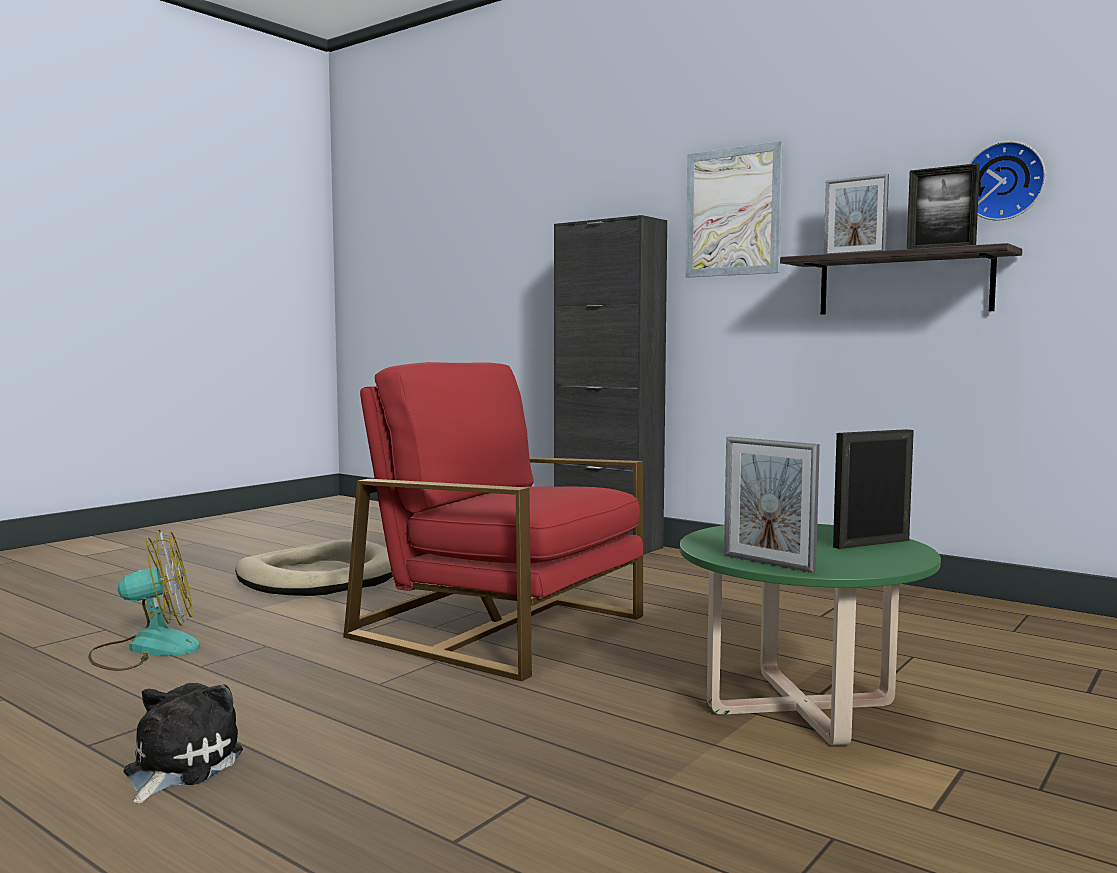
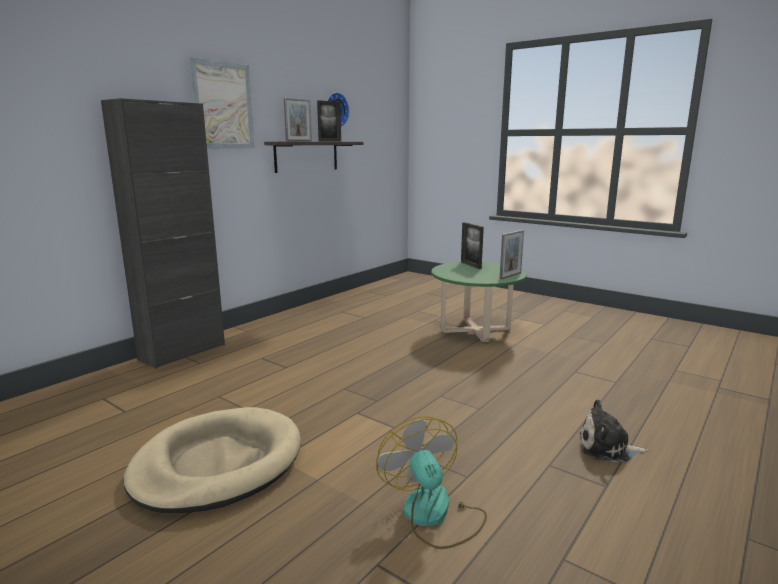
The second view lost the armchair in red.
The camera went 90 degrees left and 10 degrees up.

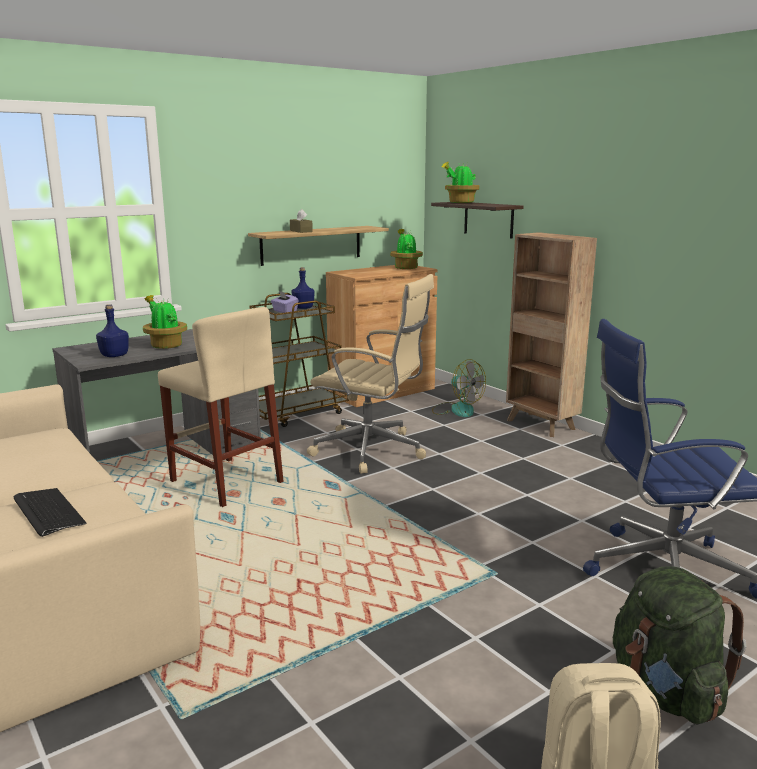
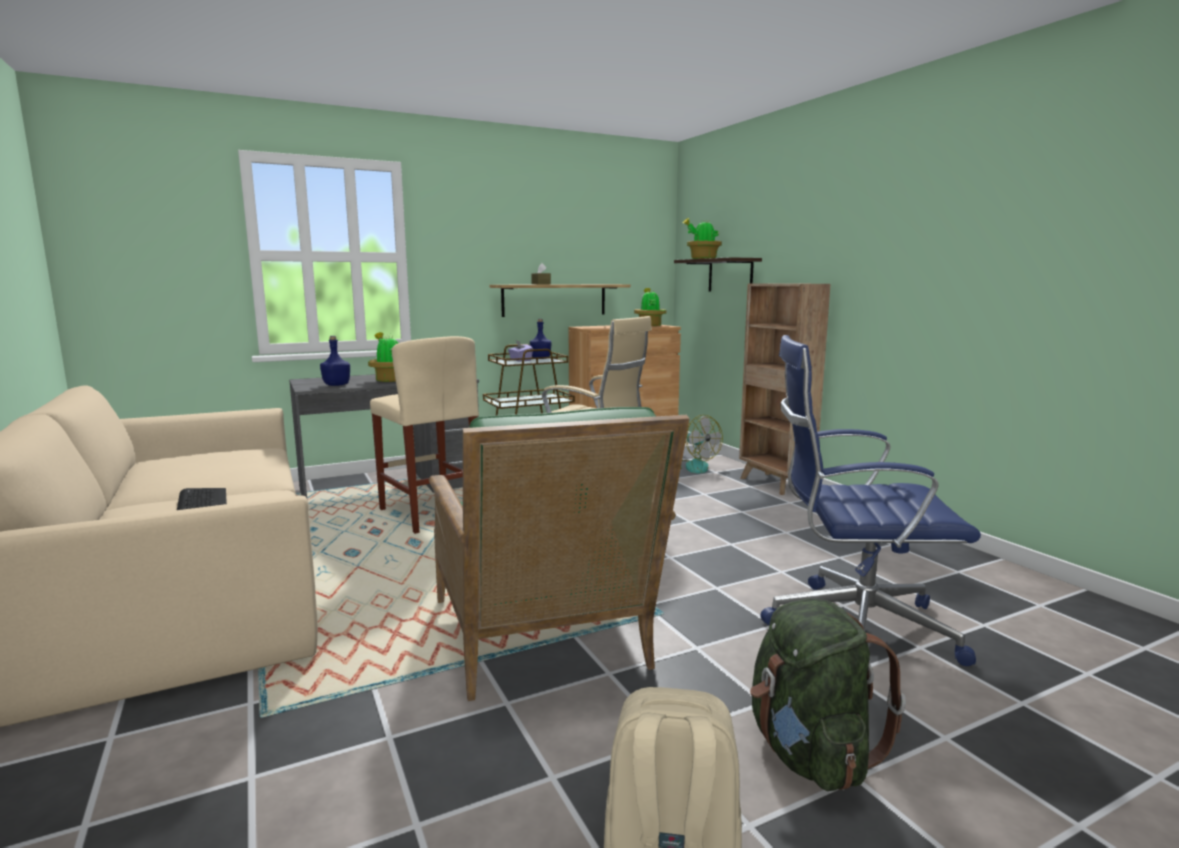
The second view gained the armchair in green.
The camera went 10 degrees right and 5 degrees down.

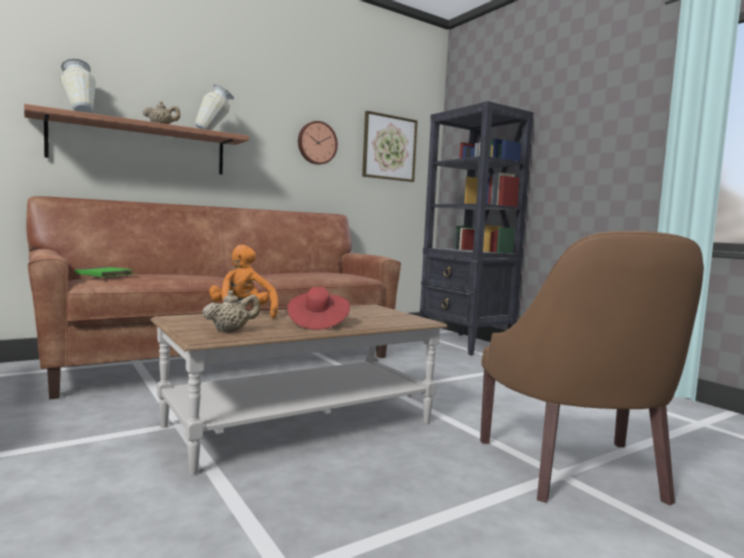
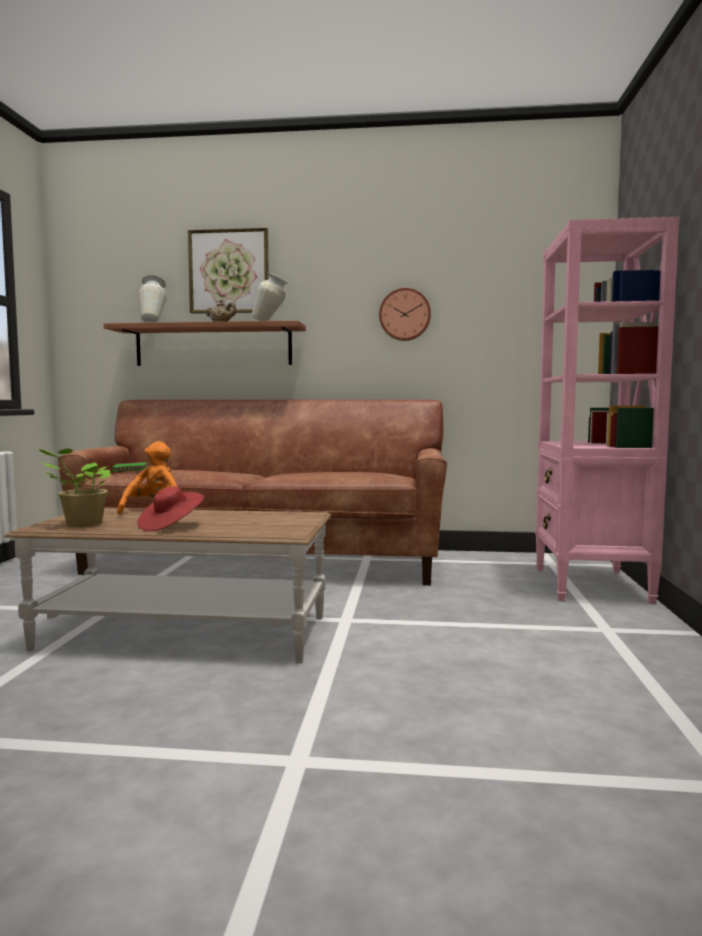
Where the teapot in beige (no. 2 from left) stood, the potted plant came to stand.
The picture ended up elsewhere.
What was the bookcase in black turned into the bookcase in pink.
The second view lost the armchair in brown.
The camera went 40 degrees right and 0 degrees up.

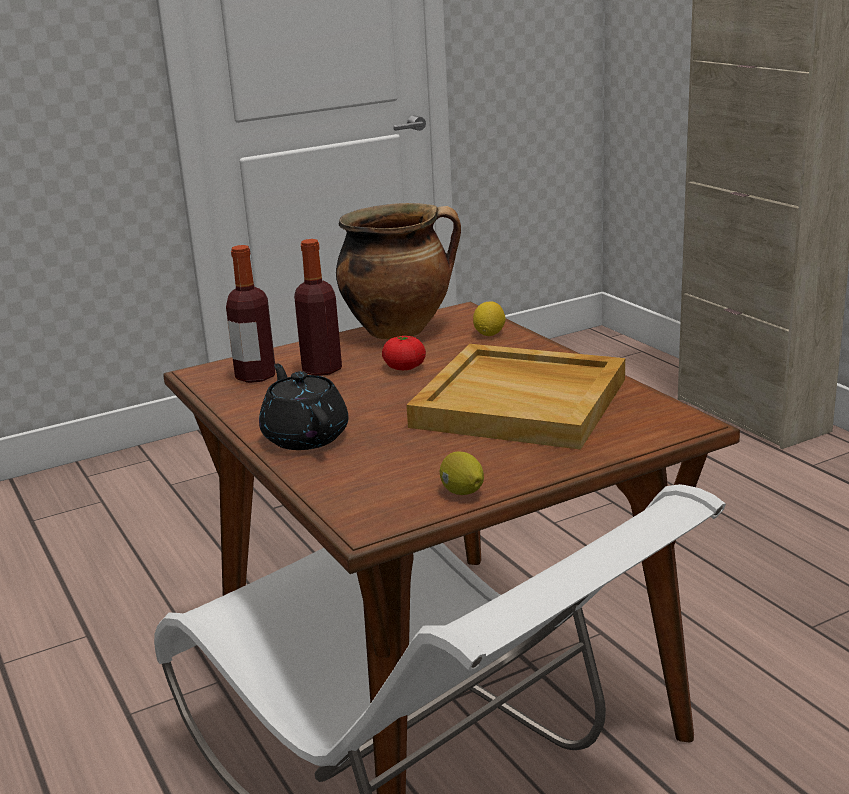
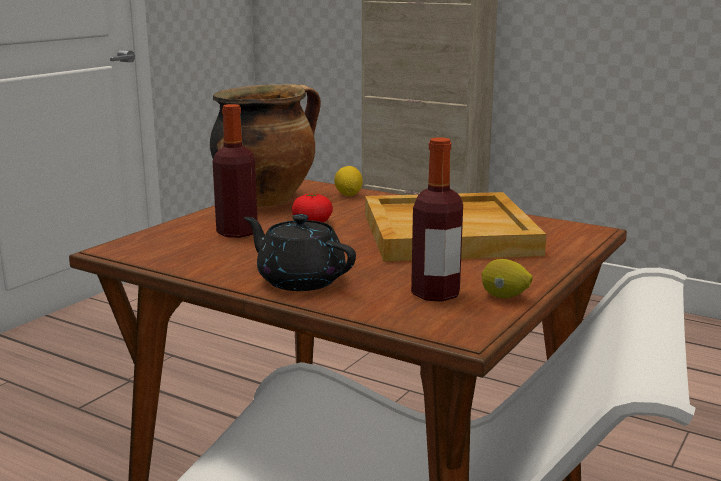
The bottle (no. 1 from left in the first image) ended up elsewhere.
The camera went 30 degrees left and 5 degrees down.

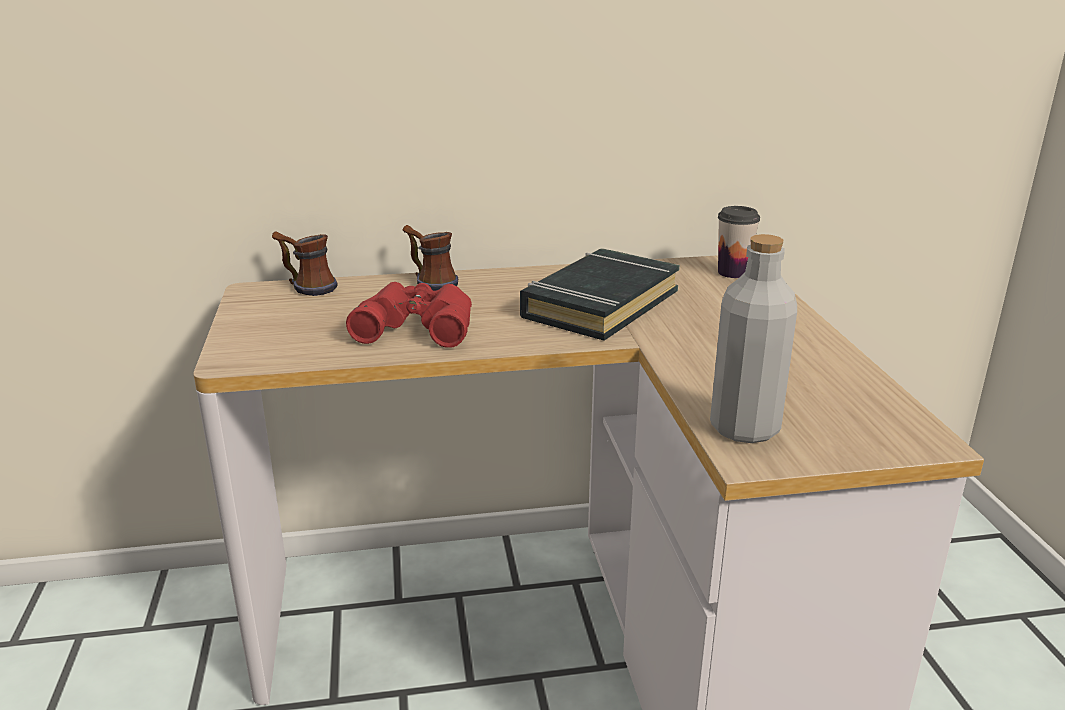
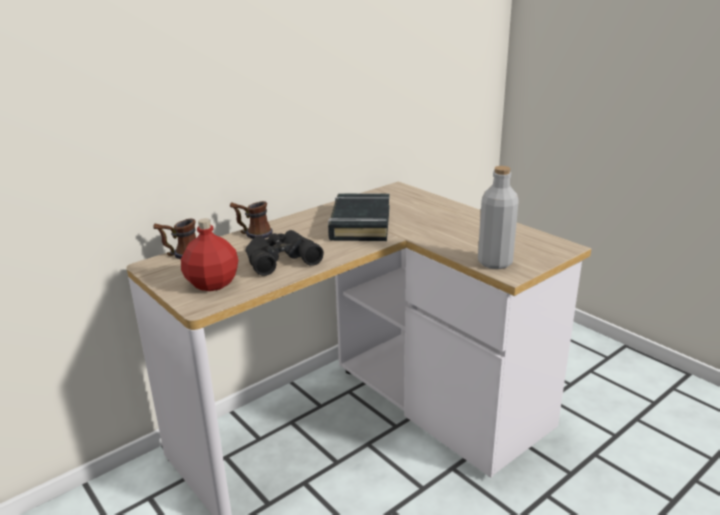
What was the binoculars in red turned into the binoculars in black.
The second view lost the cup.
The second view gained the bottle in red.
The camera went 30 degrees left and 0 degrees up.

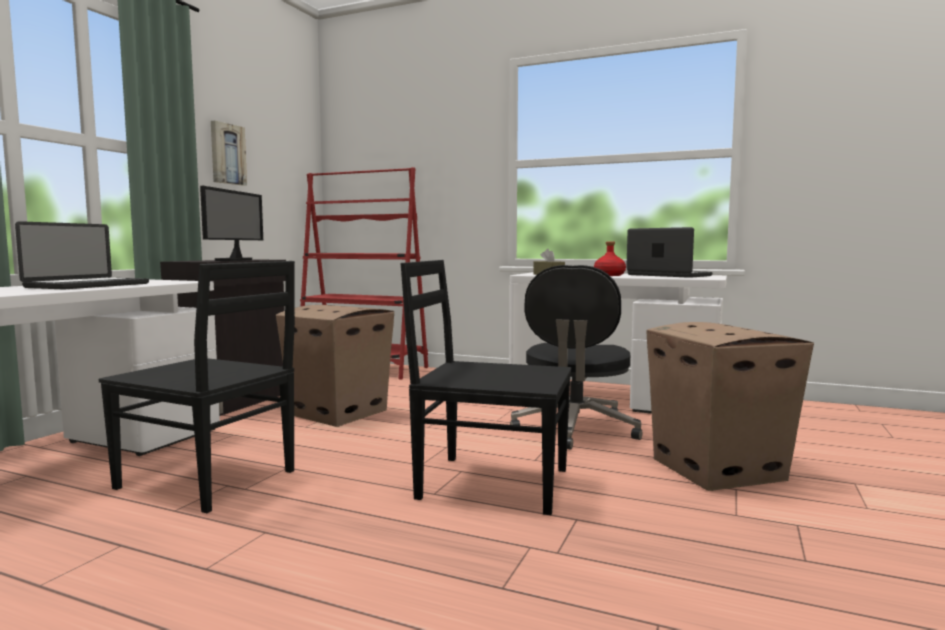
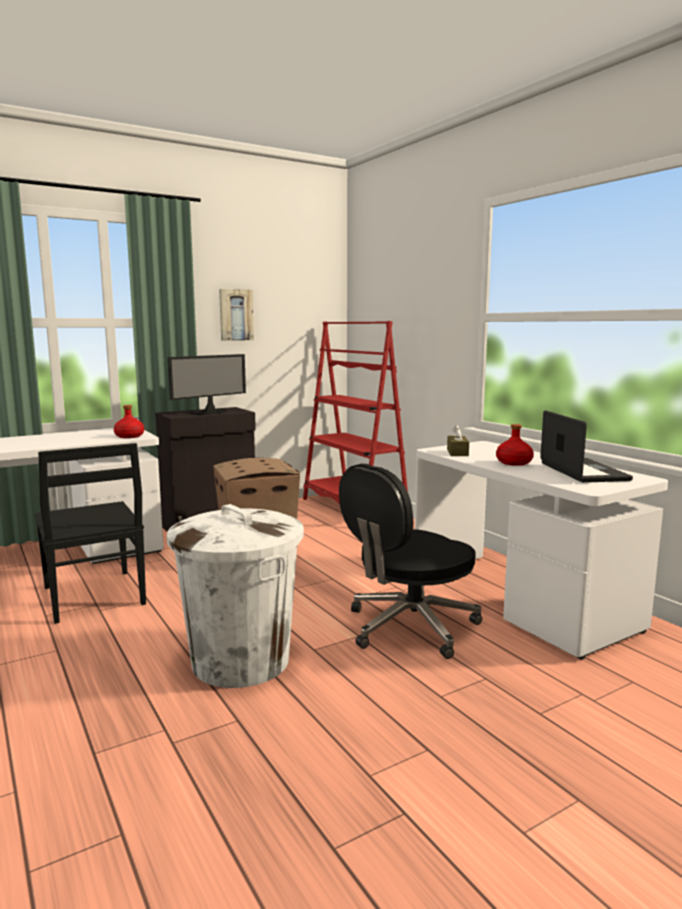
The second view lost the laptop (no. 1 from left).
Where the chair in black (no. 2 from left) stood, the trash can in white came to stand.
The second view lost the cardboard box (no. 2 from left).
The second view gained the bottle in red (no. 1 from left).
The camera went 35 degrees right and 5 degrees up.

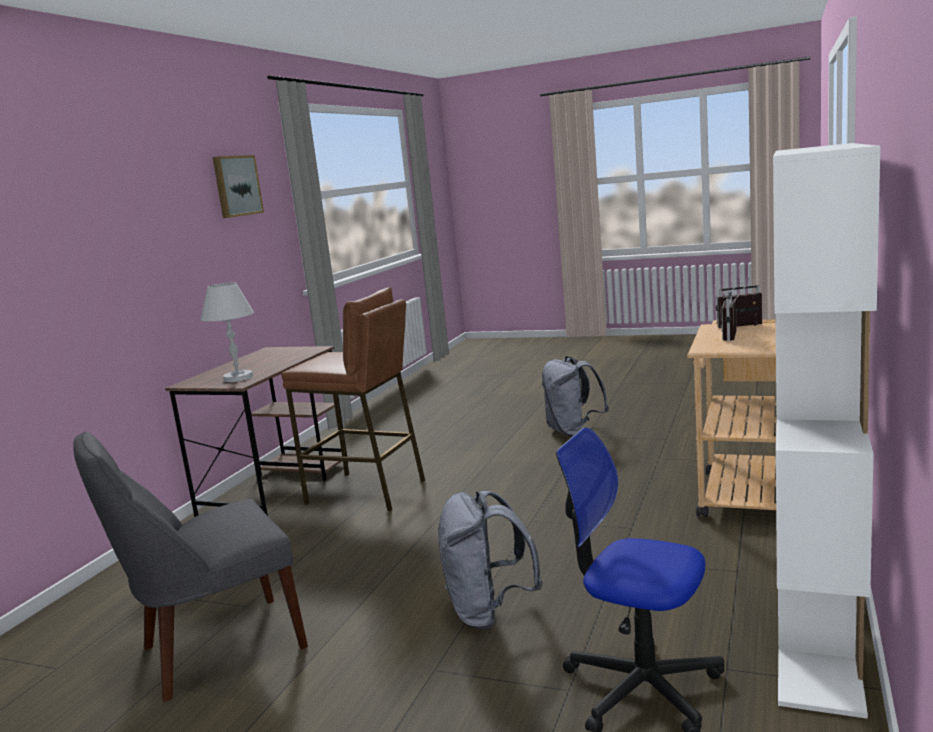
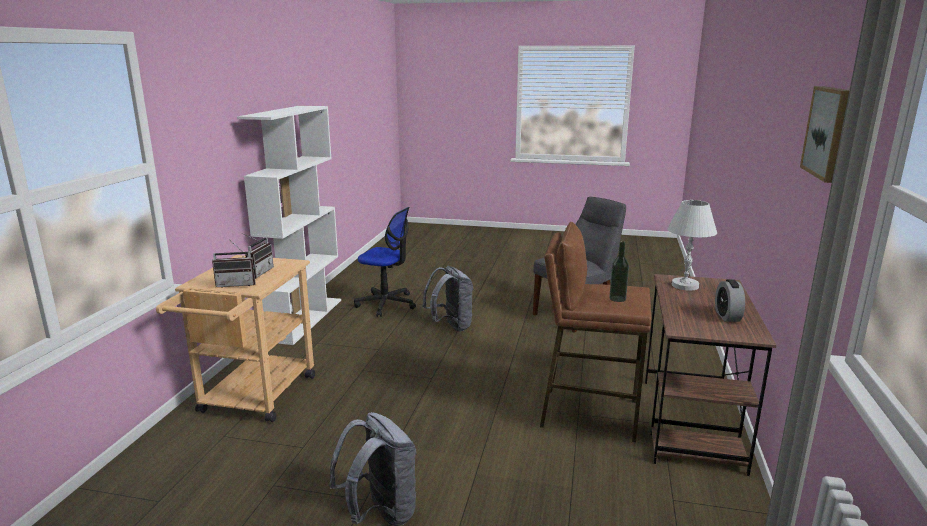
The second view gained the bottle.
The second view gained the alarm clock.
The camera went 170 degrees right and 5 degrees up.

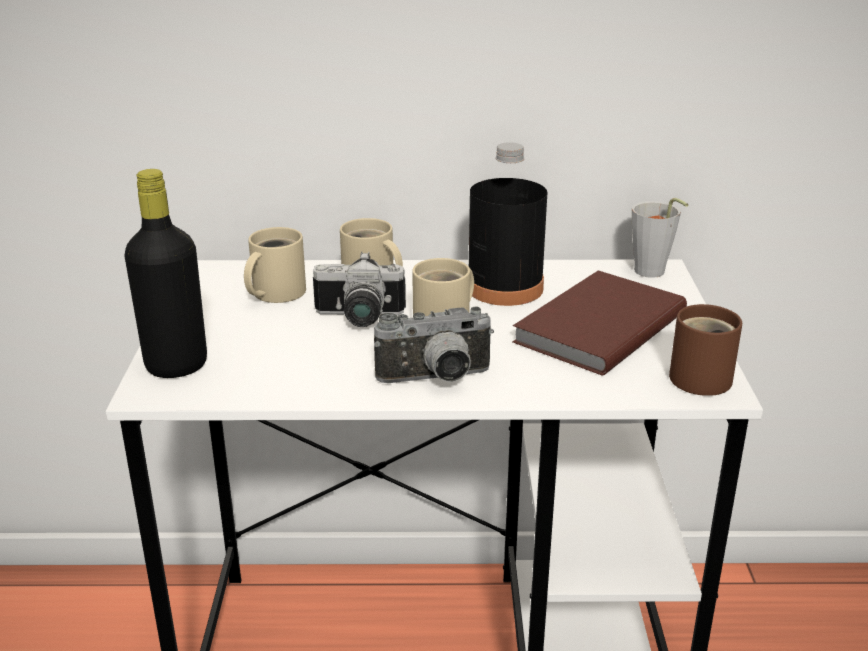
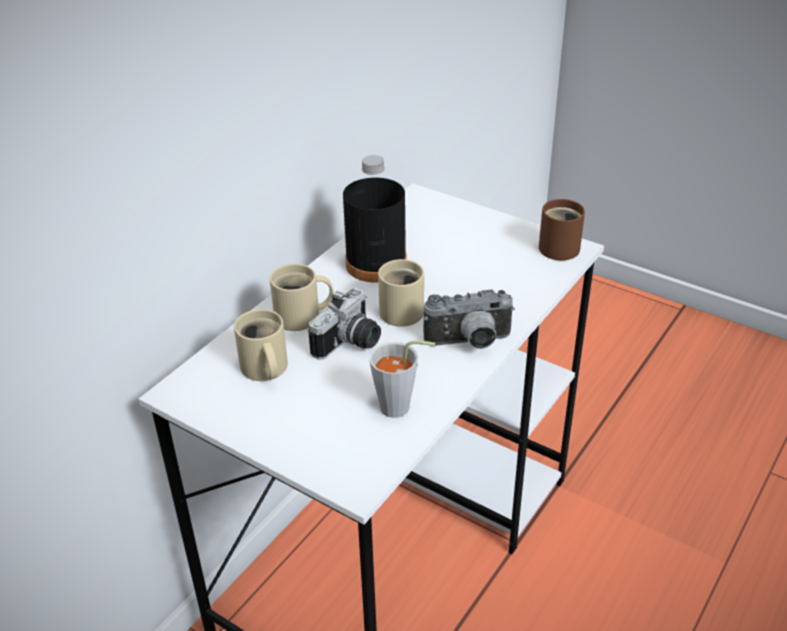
The second view lost the bottle in black (no. 1 from left).
The photo camera (no. 2 from left) ended up facing another way, 60 degrees clockwise from before.
The second view lost the book in brown.
The cup in grey ended up elsewhere.
The camera went 55 degrees left and 10 degrees up.

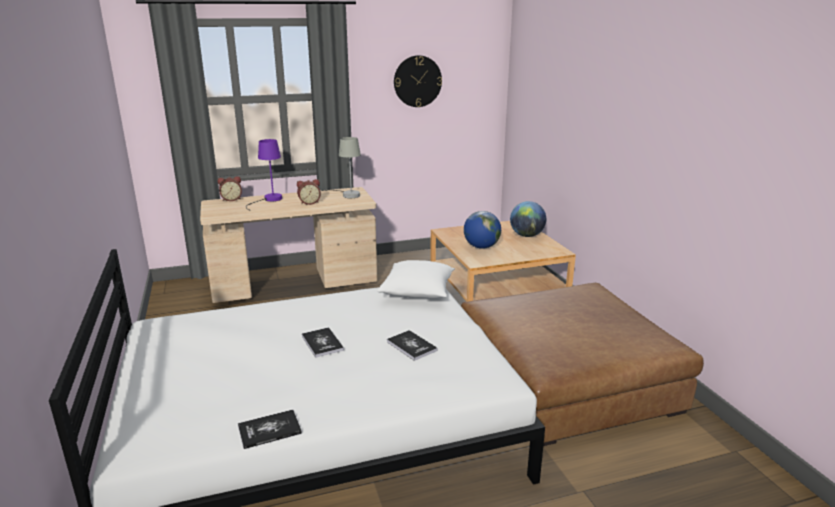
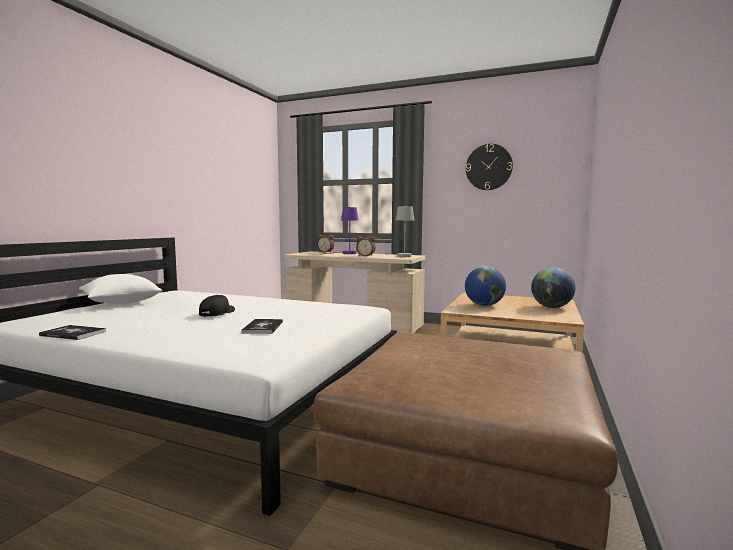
Where the book (no. 2 from left) stood, the cap in black came to stand.
The pillow in white ended up elsewhere.
The camera went 40 degrees right and 15 degrees down.

